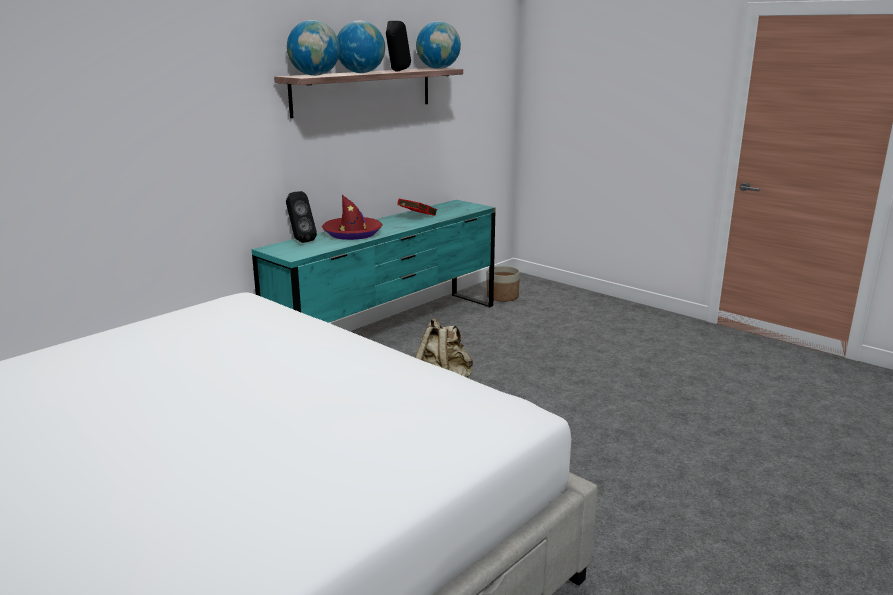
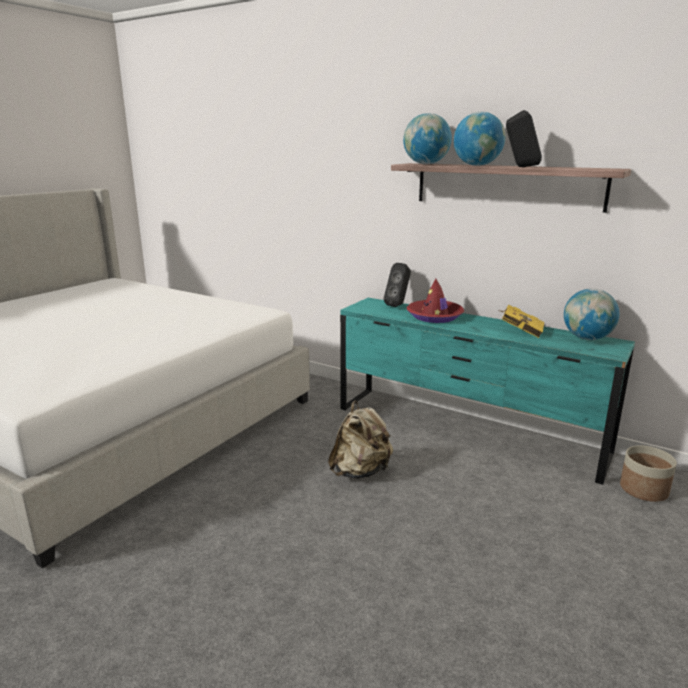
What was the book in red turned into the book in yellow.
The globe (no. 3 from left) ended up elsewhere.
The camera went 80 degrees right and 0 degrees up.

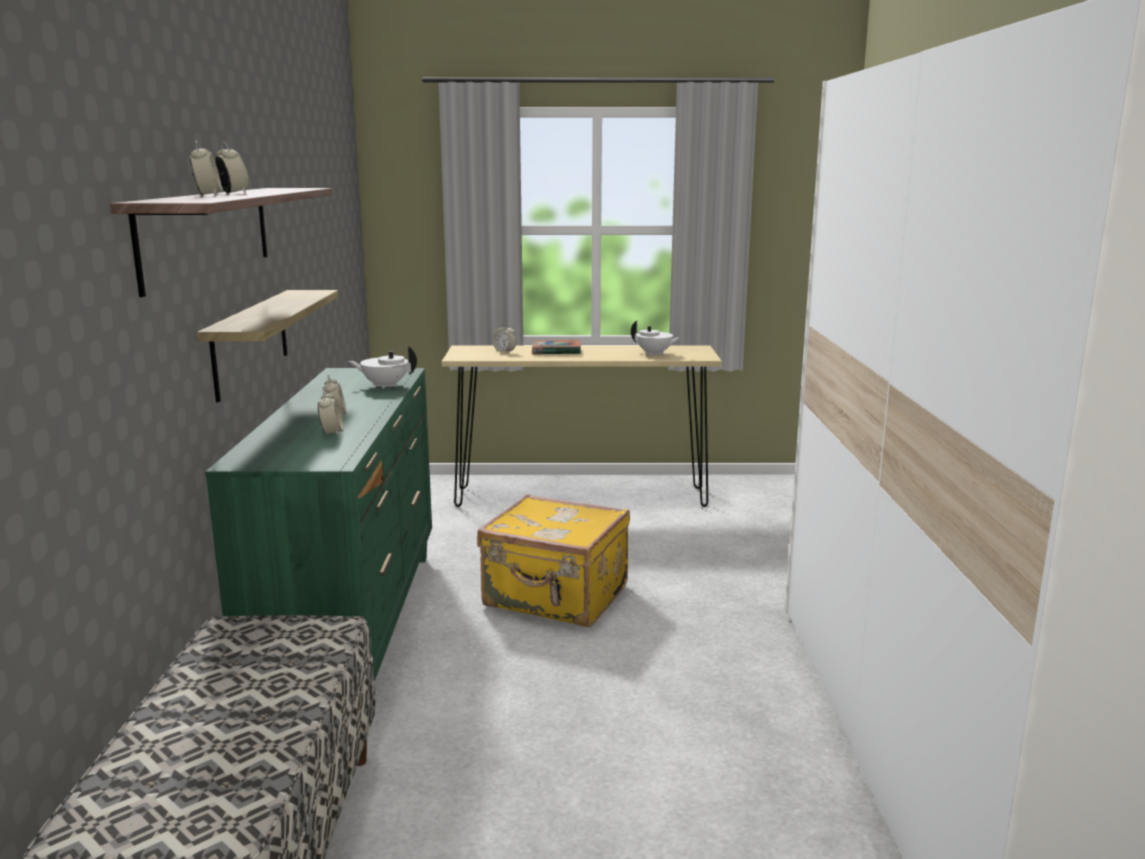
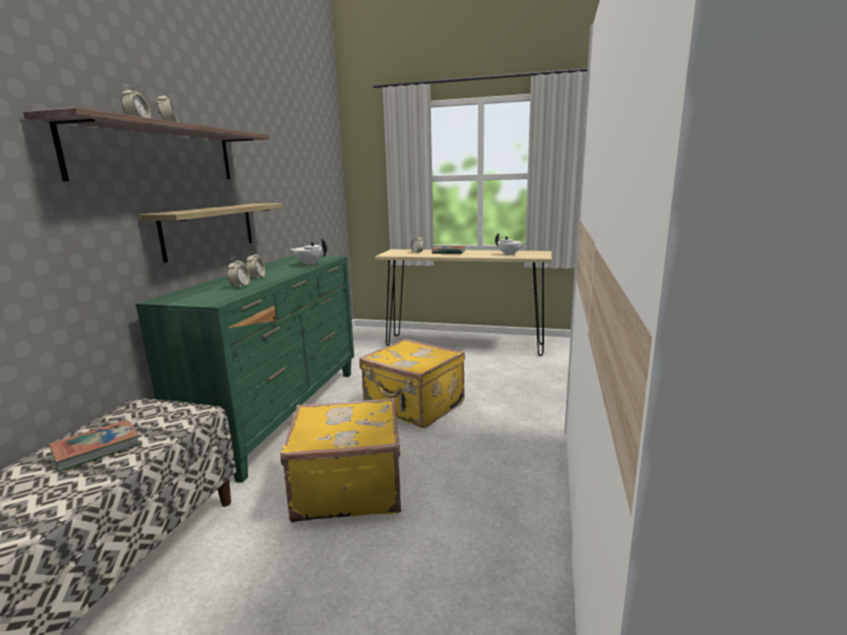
The second view gained the book (no. 1 from left).
The second view gained the suitcase in yellow (no. 1 from left).
The camera went 15 degrees right and 0 degrees up.

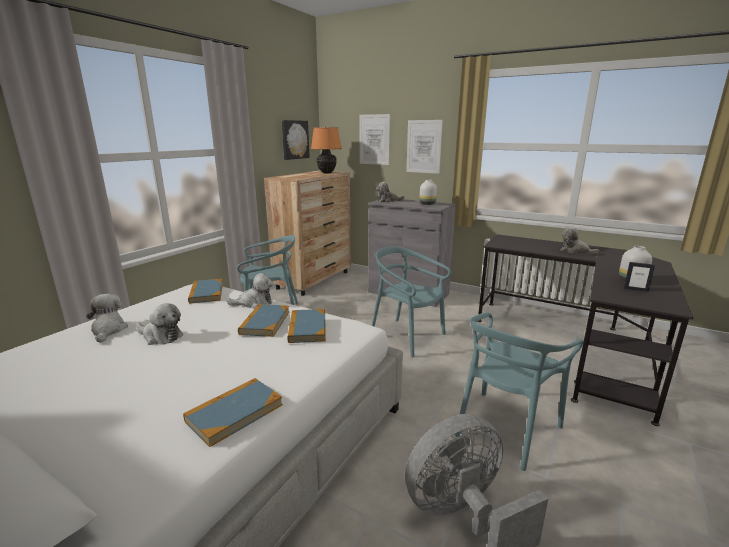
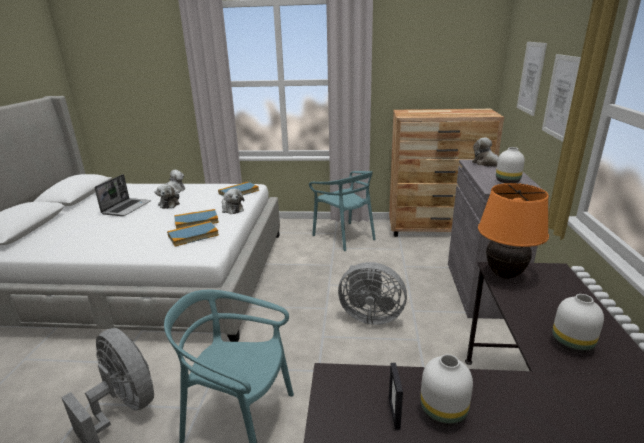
The second view lost the book (no. 2 from left).
The second view lost the picture (no. 1 from left).
The table lamp in orange ended up elsewhere.
Where the chair in turquoise (no. 2 from left) stood, the fan in grey (no. 2 from left) came to stand.
Where the plush toy (no. 5 from left) stood, the vase in white (no. 3 from left) came to stand.
The second view gained the laptop.
The camera went 65 degrees right and 5 degrees up.

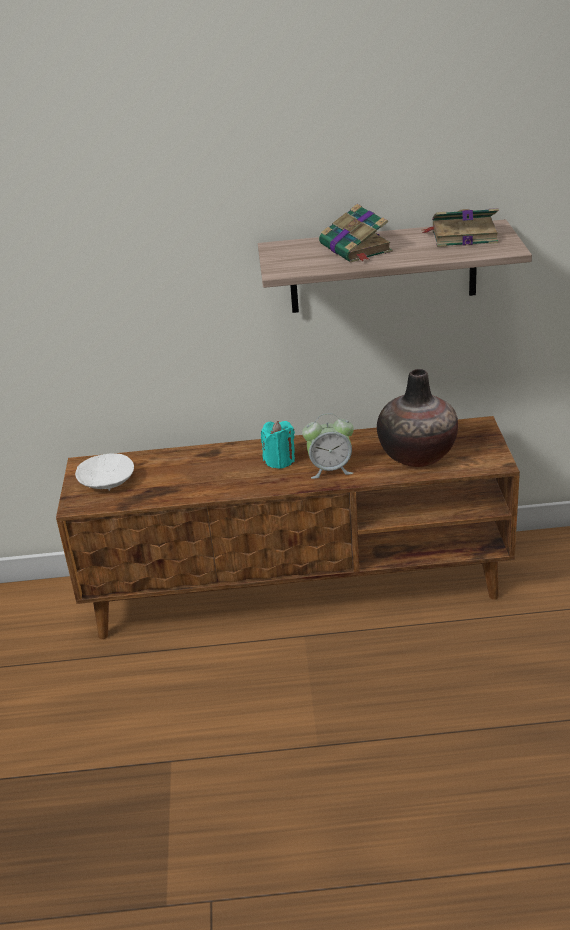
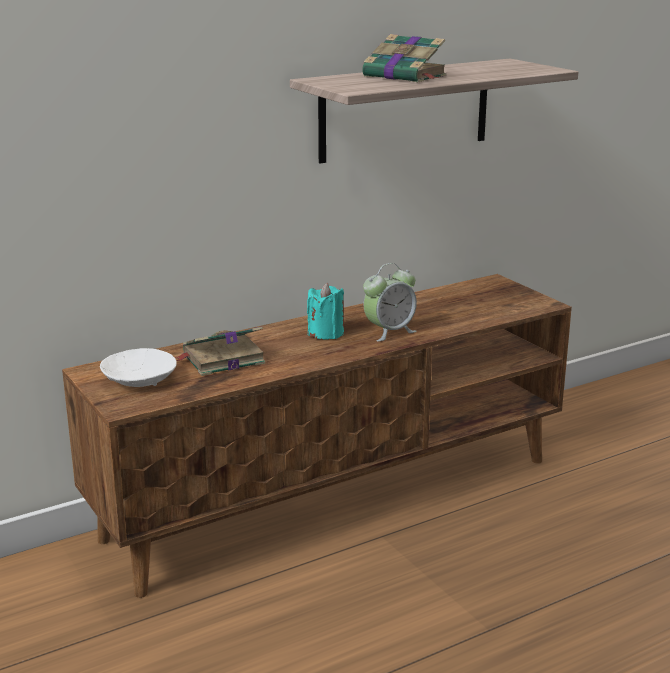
The second view lost the vase.
The book (no. 2 from left in the first image) ended up elsewhere.
The camera went 30 degrees left and 10 degrees down.

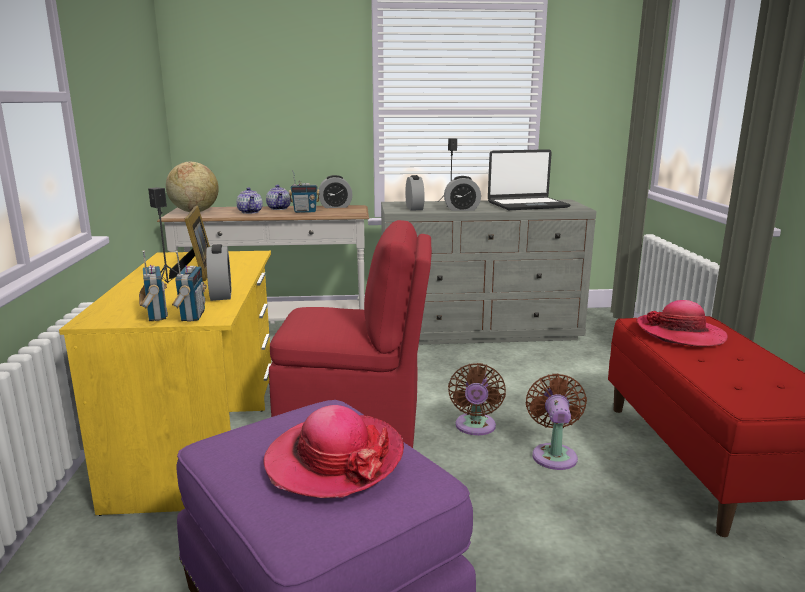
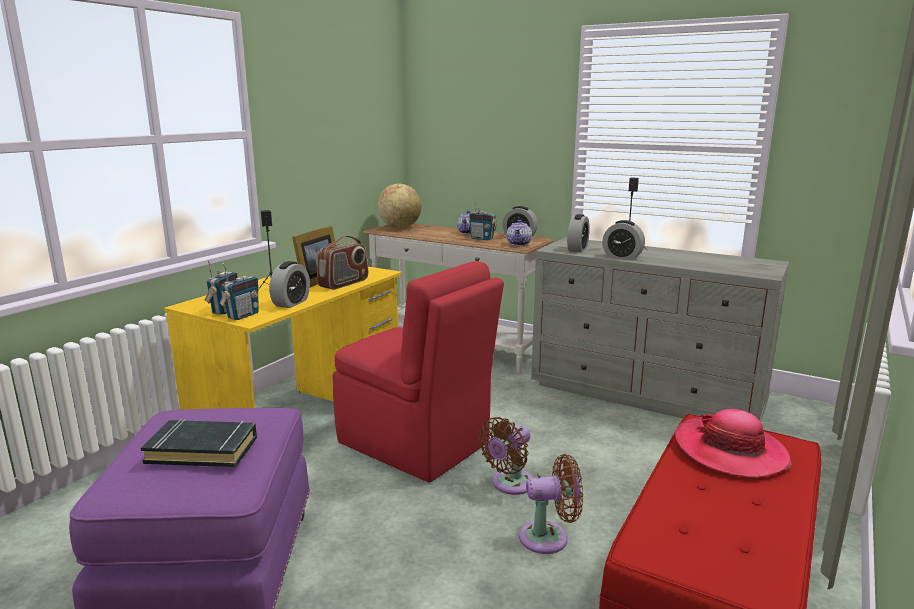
The teapot (no. 1 from left in the first image) ended up elsewhere.
Where the hat (no. 1 from left) stood, the book in black came to stand.
The second view lost the laptop.
The fan in brown (no. 2 from left) ended up facing another way, 45 degrees clockwise from before.
The second view gained the radio (no. 3 from left).
The camera went 35 degrees right and 0 degrees up.

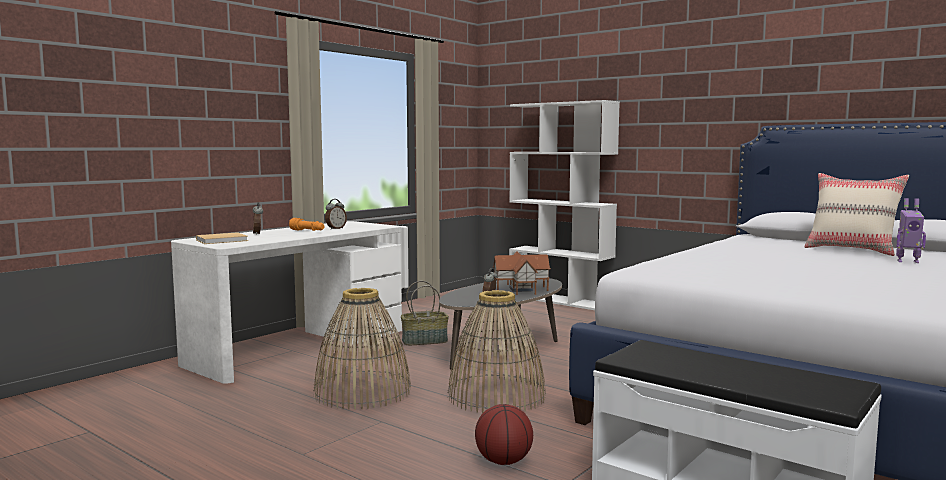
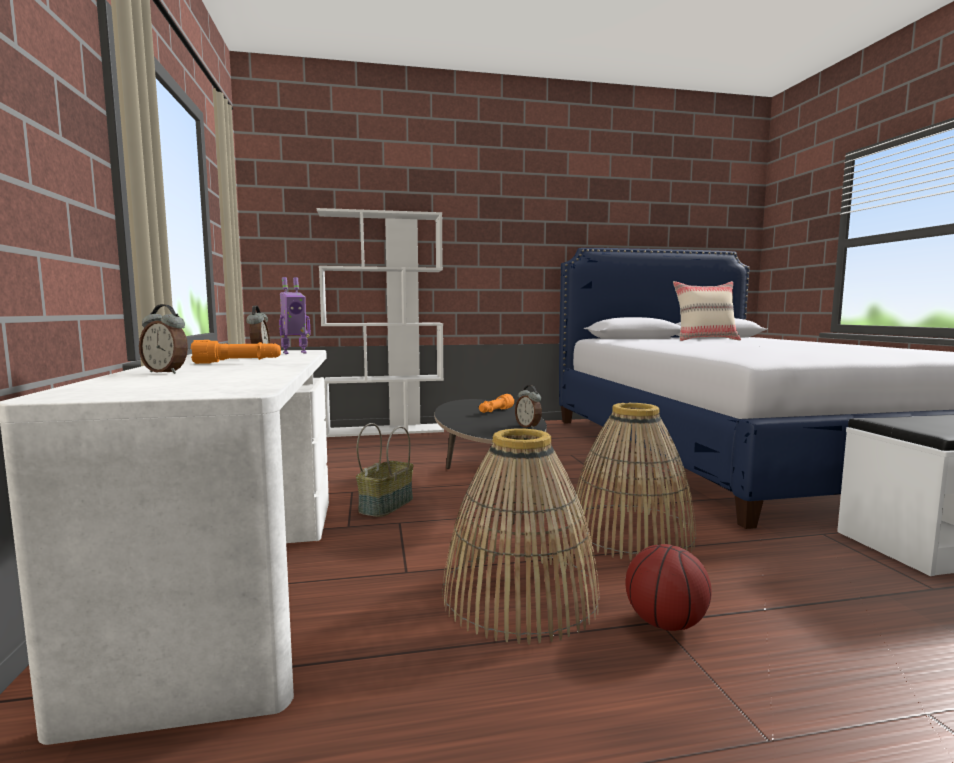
The second view lost the book in beige.
The basketball ended up elsewhere.
Where the toy house stood, the flashlight in orange (no. 2 from left) came to stand.
The toy robot ended up elsewhere.
The camera went 50 degrees left and 0 degrees up.

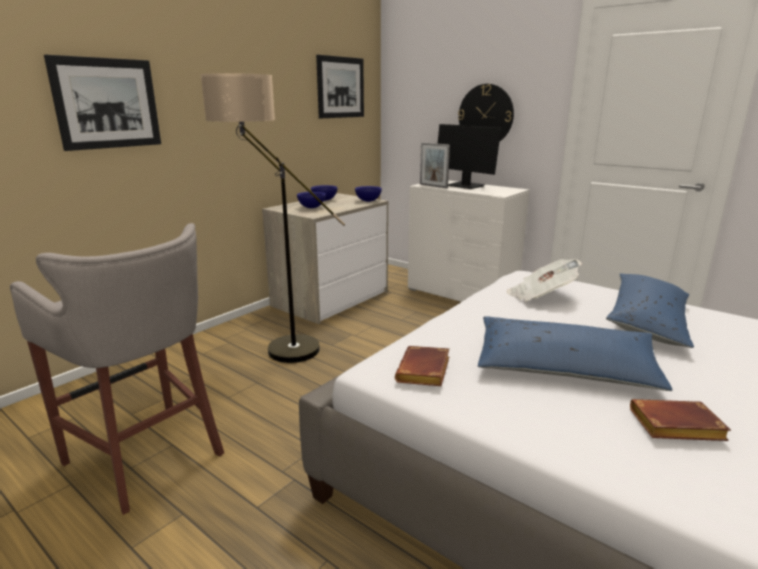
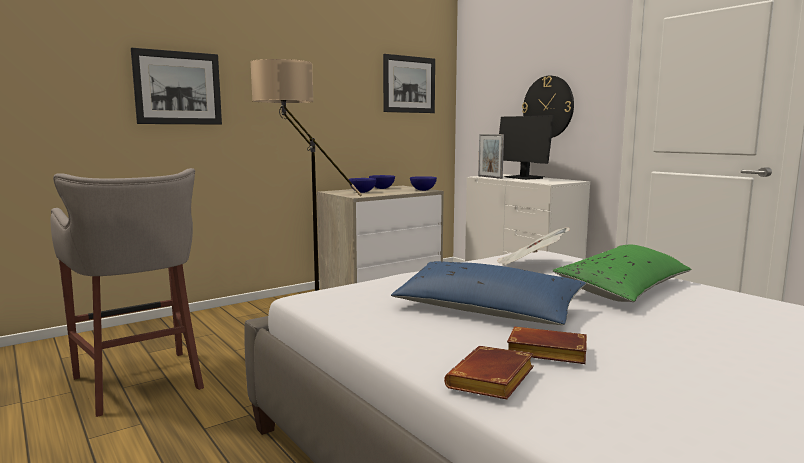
The book in brown (no. 1 from left) ended up elsewhere.
What was the pillow in blue (no. 2 from left) turned into the pillow in green.
The camera went 15 degrees right and 10 degrees down.

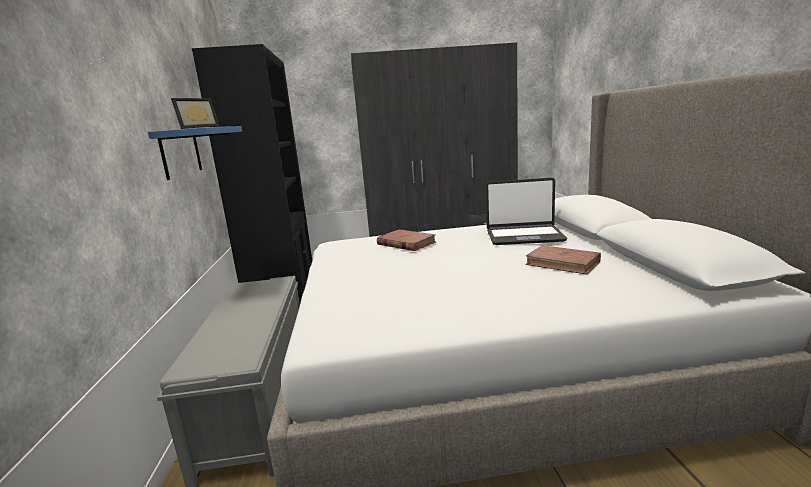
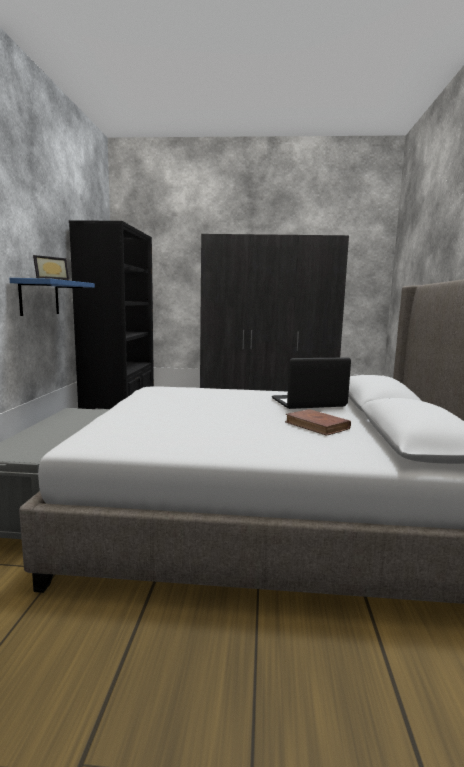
The second view lost the book in brown (no. 1 from left).
The laptop ended up facing another way, 150 degrees clockwise from before.
The camera went 10 degrees right and 5 degrees down.

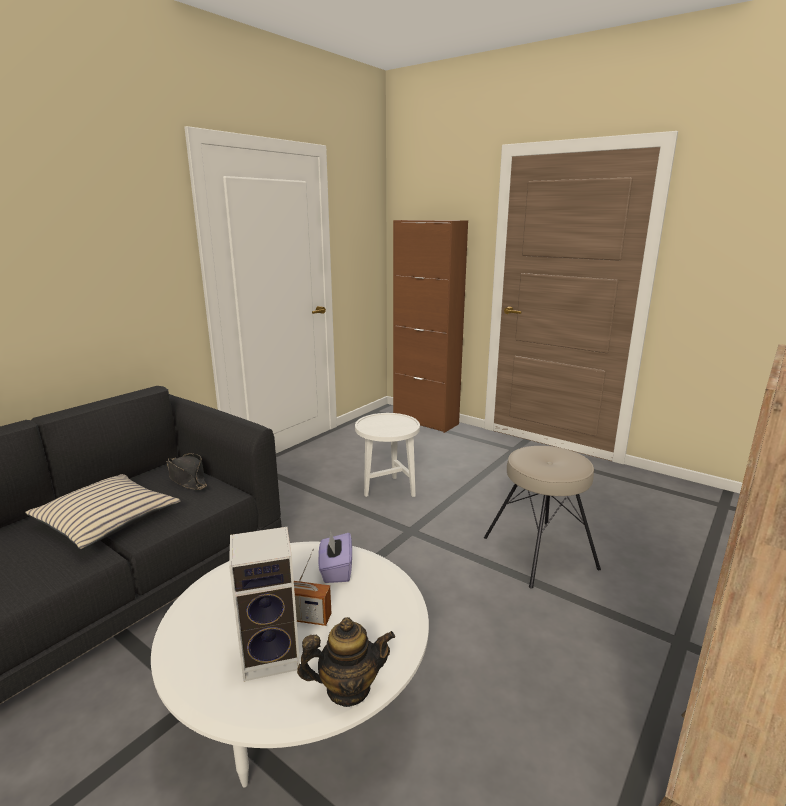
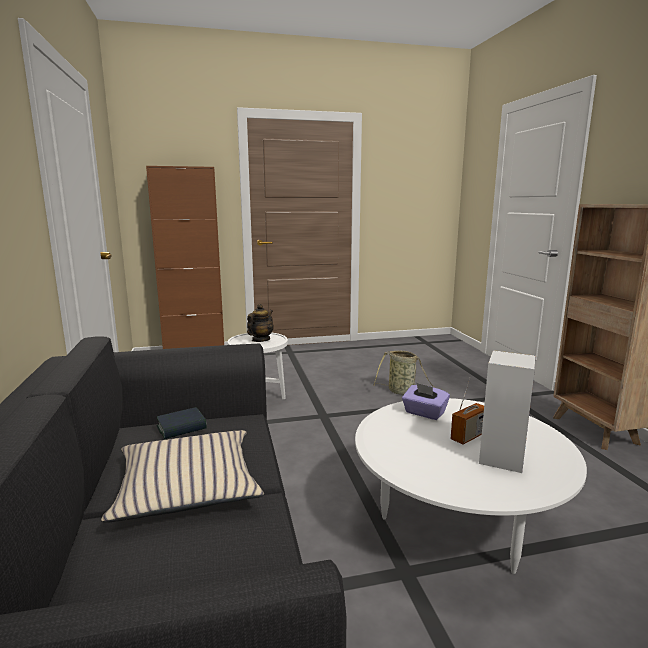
Where the hat in black stood, the book came to stand.
The teapot ended up elsewhere.
Where the stool in beige stood, the basket came to stand.
The camera went 50 degrees left and 5 degrees down.

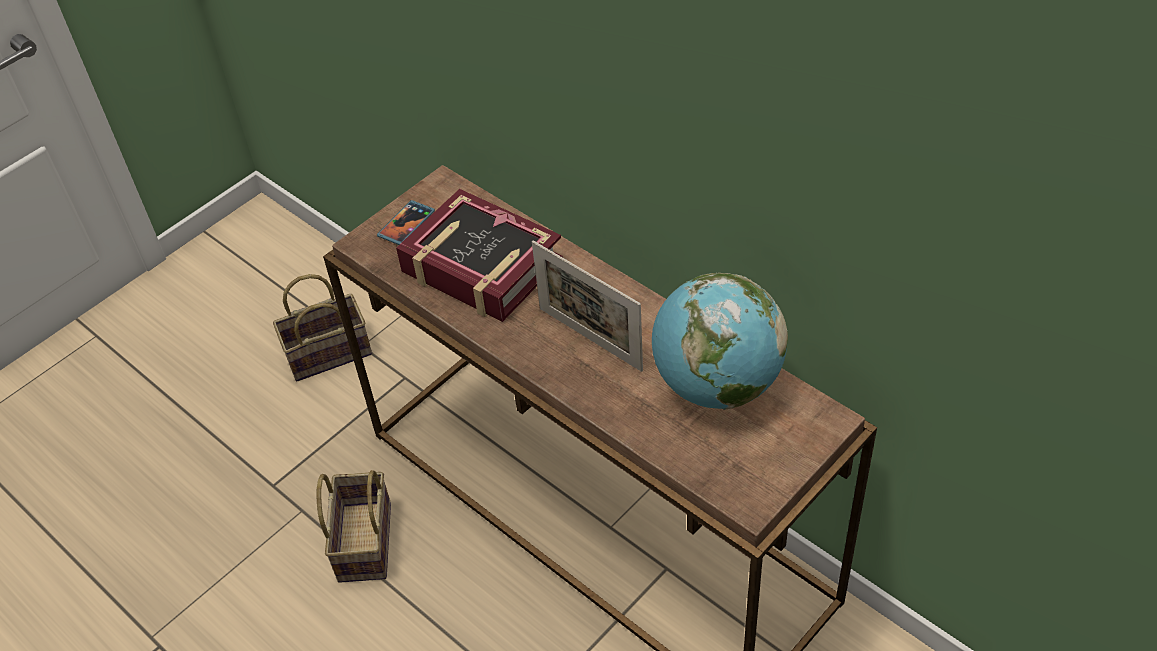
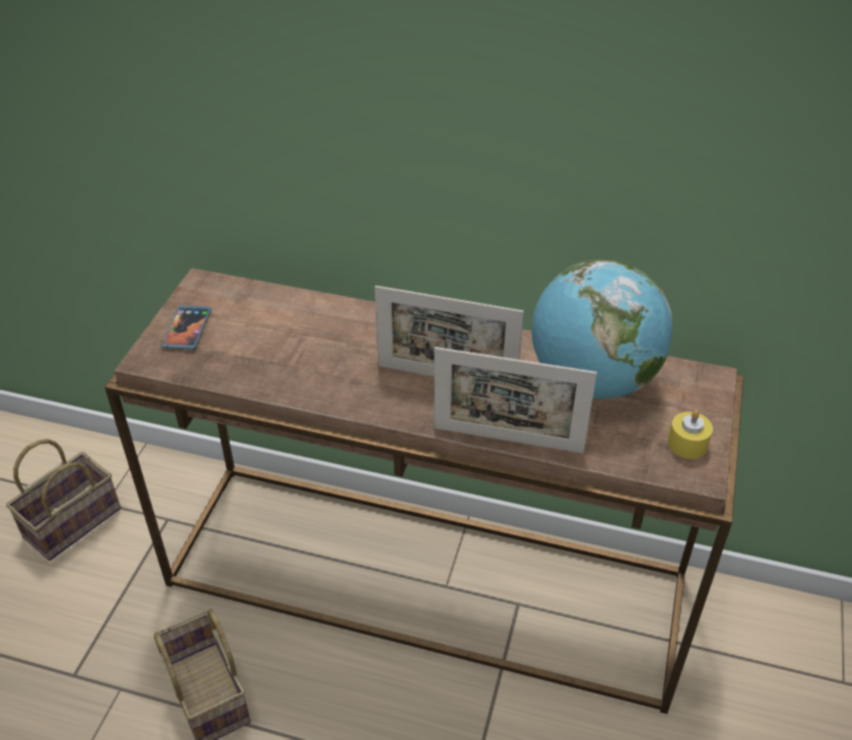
The second view lost the book.
The second view gained the picture frame (no. 2 from left).
The second view gained the candle in yellow.
The camera went 30 degrees left and 5 degrees down.

